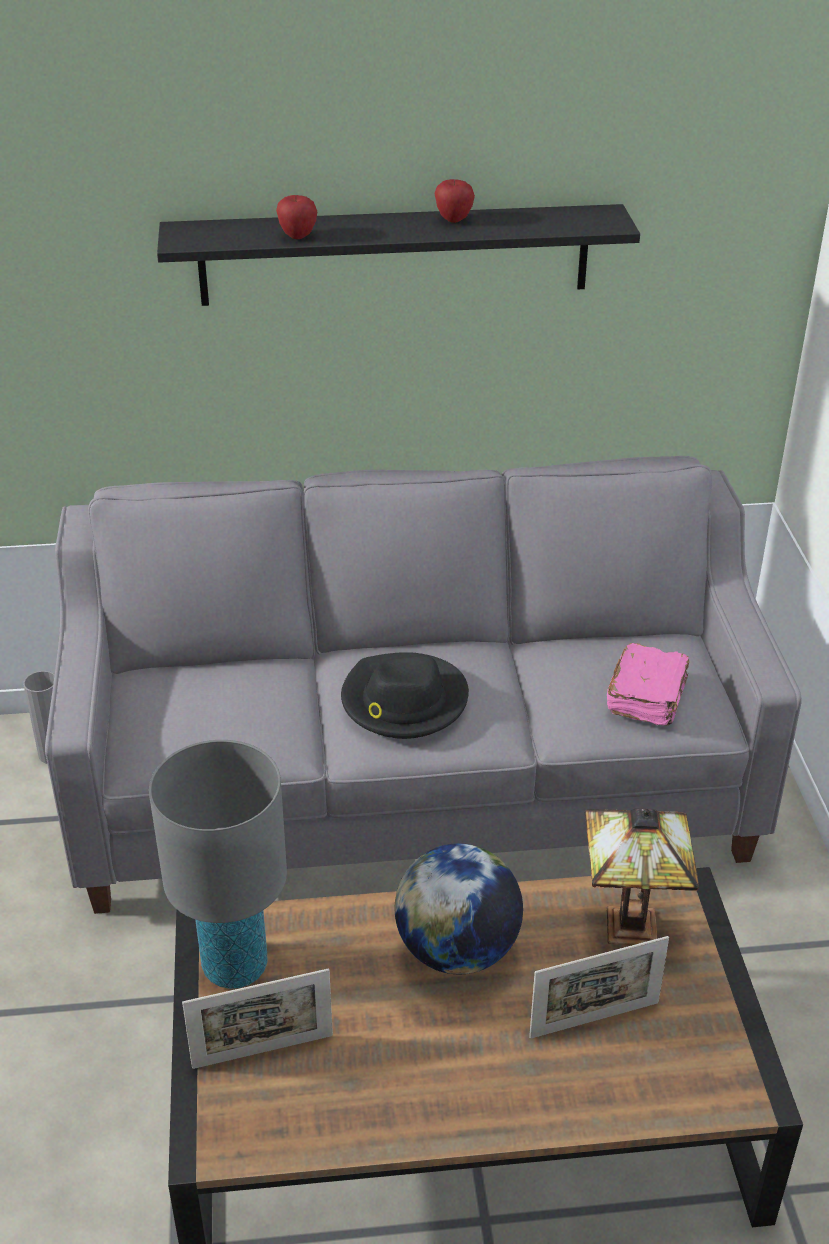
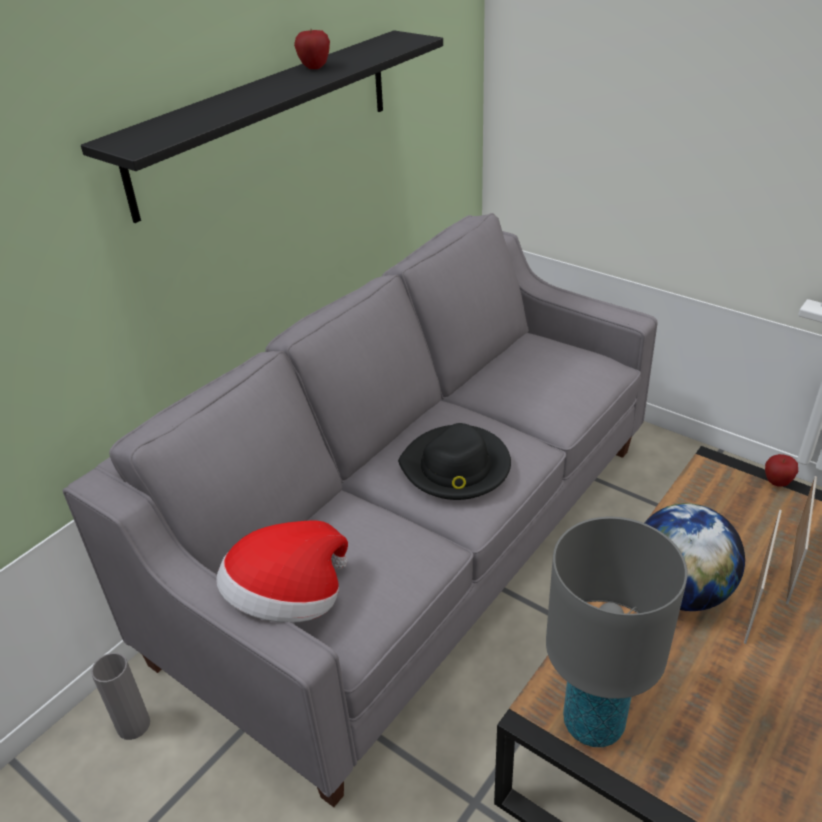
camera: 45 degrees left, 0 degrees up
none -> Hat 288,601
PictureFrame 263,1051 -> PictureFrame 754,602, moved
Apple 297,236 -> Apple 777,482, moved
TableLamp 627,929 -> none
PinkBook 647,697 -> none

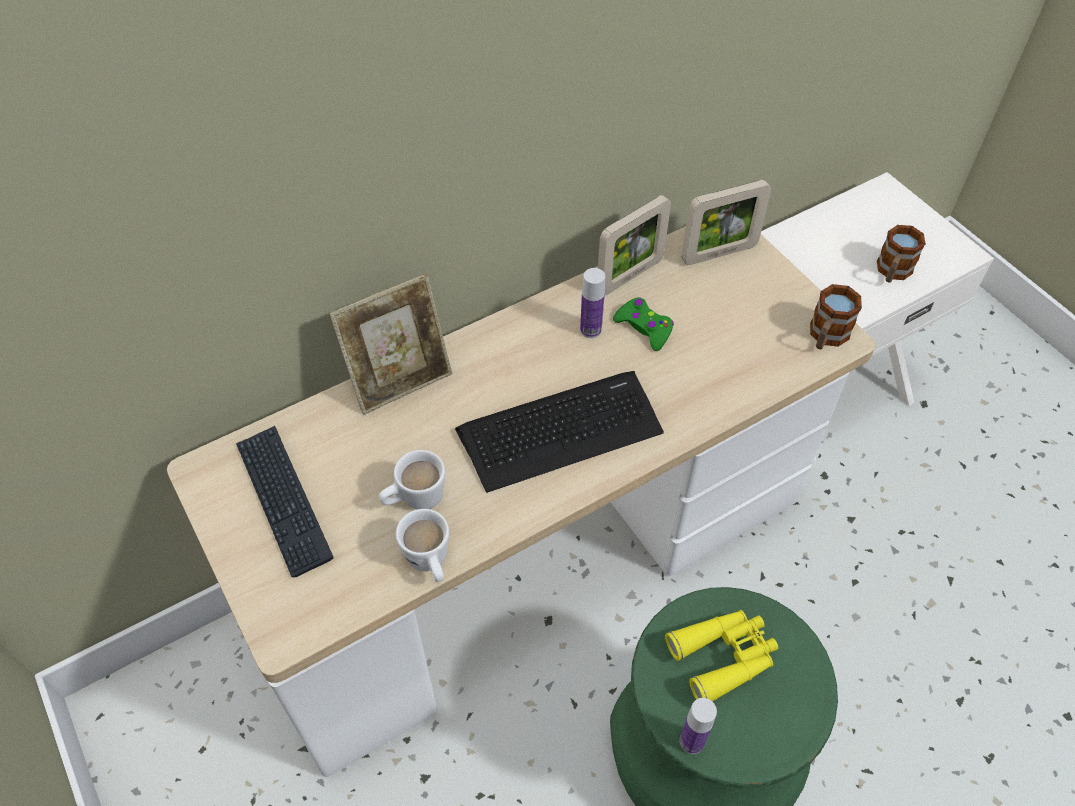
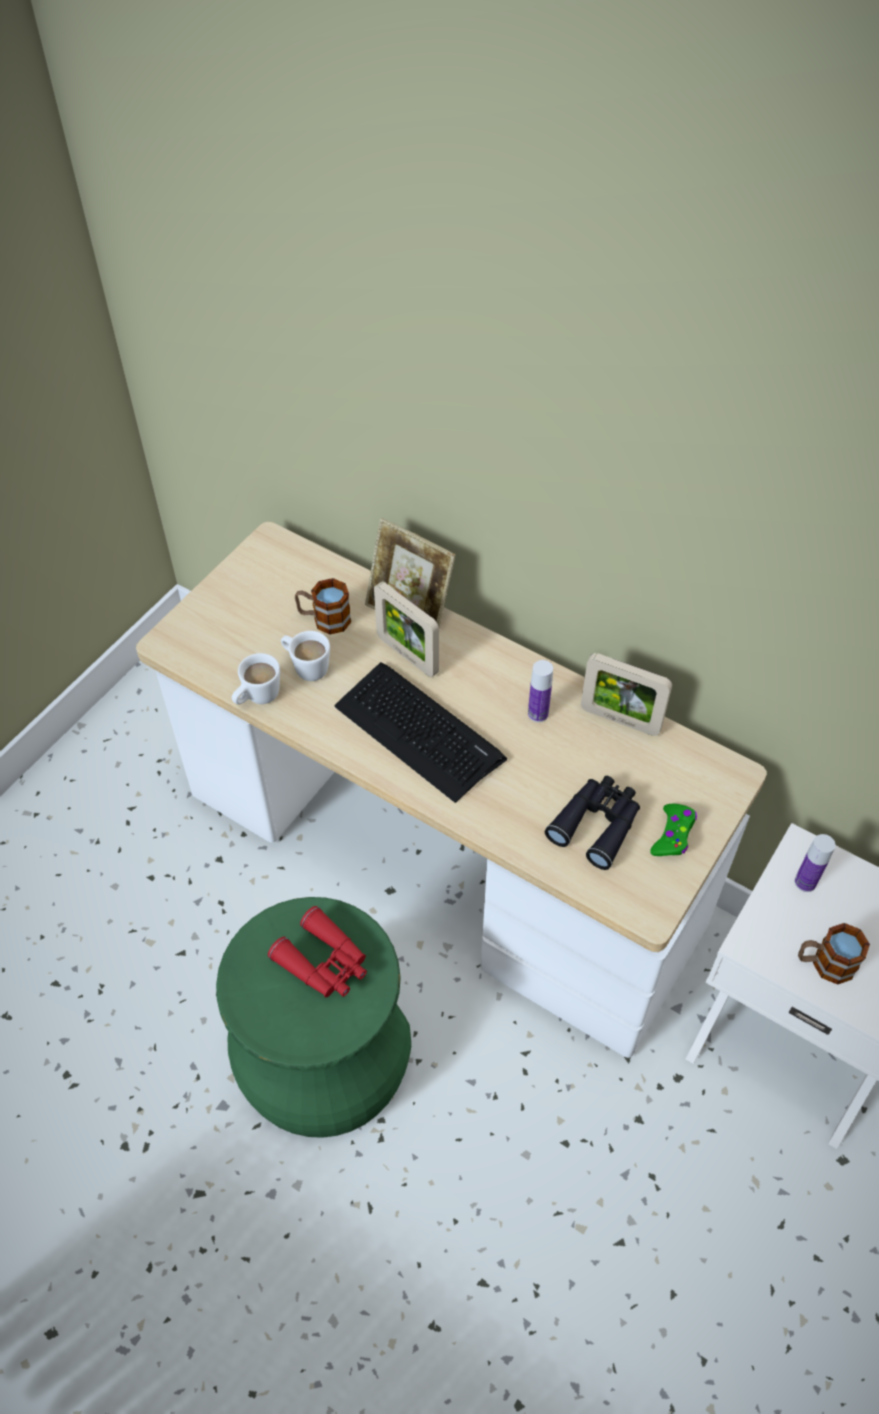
camera: 65 degrees right, 0 degrees up
YellowBinoculars 724,656 -> RedBinoculars 324,963
Mug 826,337 -> Mug 324,619, moved
PictureFrame 719,253 -> PictureFrame 407,655, moved
none -> BlackBinoculars 597,824
GreenGameController 644,328 -> GreenGameController 673,835, moved
Bottle 692,741 -> Bottle 805,882, moved
Keyboard 284,500 -> none

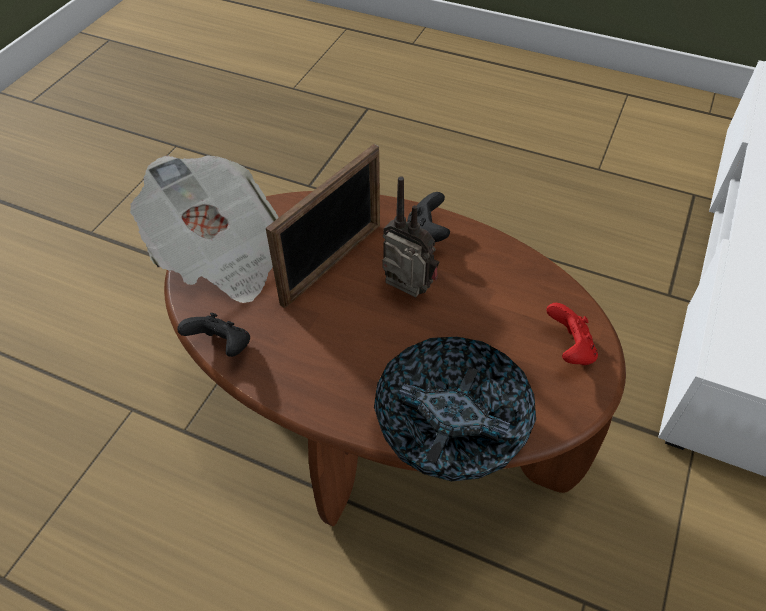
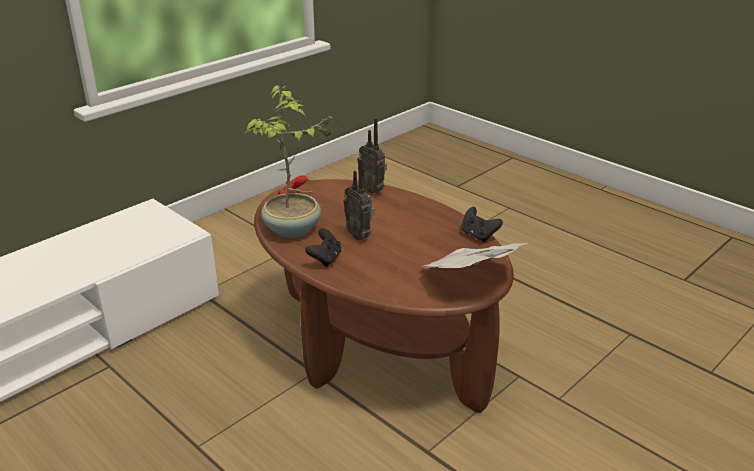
camera: 160 degrees left, 20 degrees down
none -> PottedPlant 293,230
Bowl 450,429 -> Radio 373,190
PictureFrame 333,263 -> none

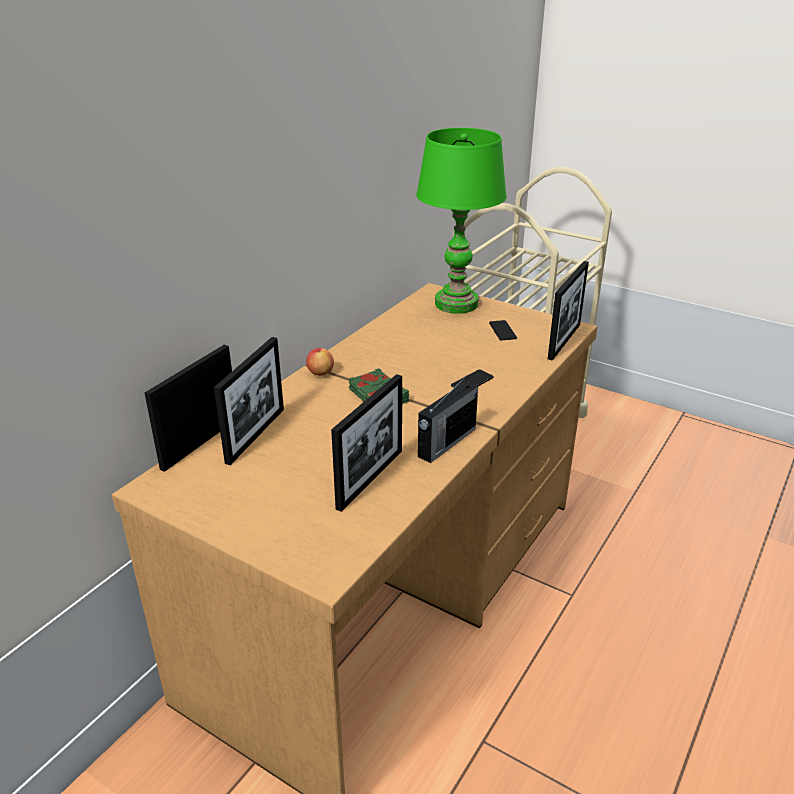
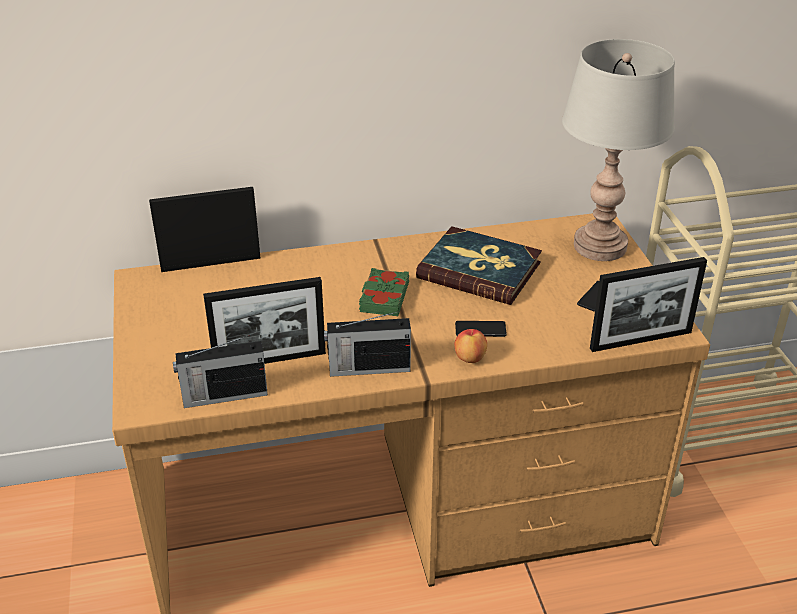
camera: 45 degrees right, 5 degrees up
none -> Radio 223,396
none -> Book 479,270
Apple 320,373 -> Apple 470,358, moved
GreenTableLamp 456,304 -> GreyTableLamp 600,246
PictureFrame 255,435 -> none

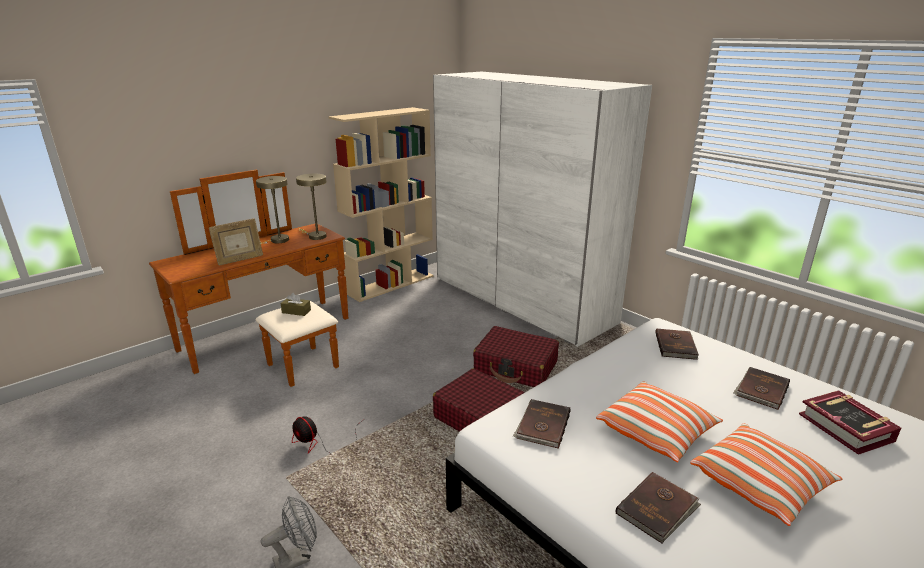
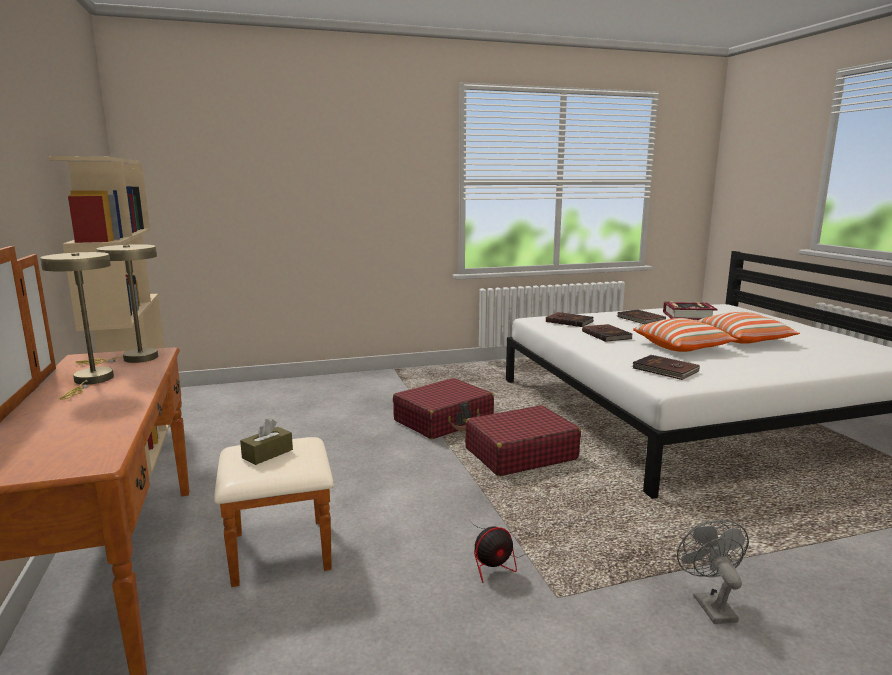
camera: 65 degrees left, 10 degrees down
BrownBook 658,509 -> BrownBook 607,335, moved
PictureFrame 240,260 -> none
WhiteWardrobe 521,300 -> none

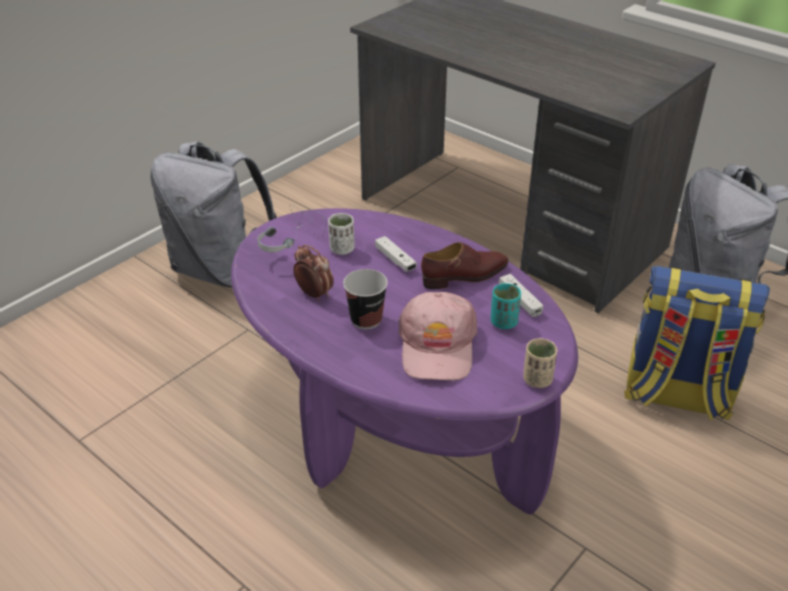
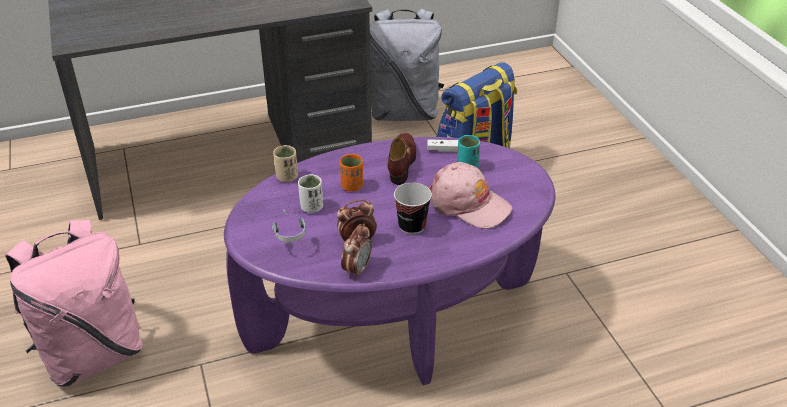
camera: 60 degrees left, 0 degrees up
GreyBackpack 220,269 -> PinkBackpack 92,354
BeigeCup 537,379 -> BeigeCup 287,177, moved
WhiteGameController 395,260 -> OrangeCup 352,186
none -> AlarmClock 357,269

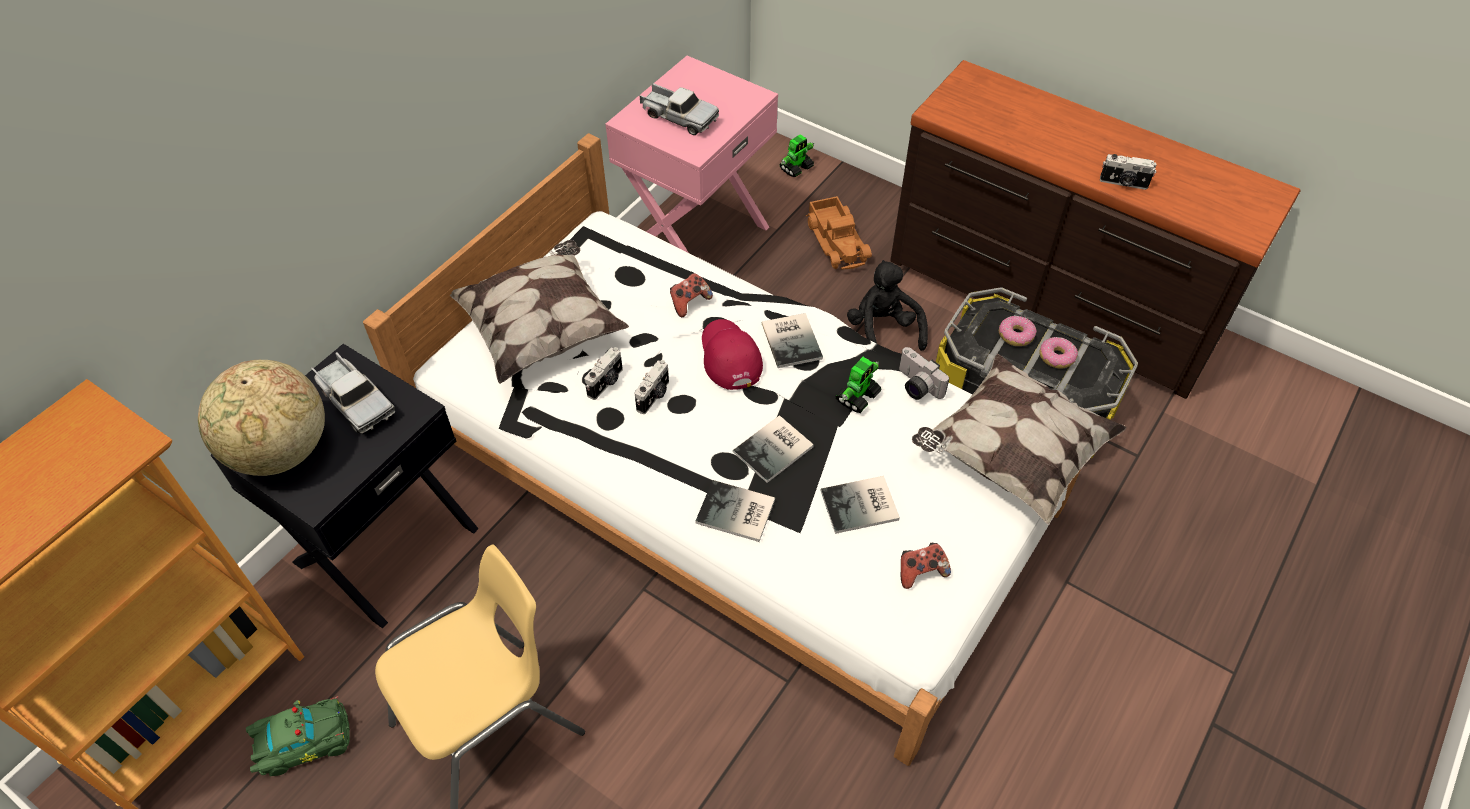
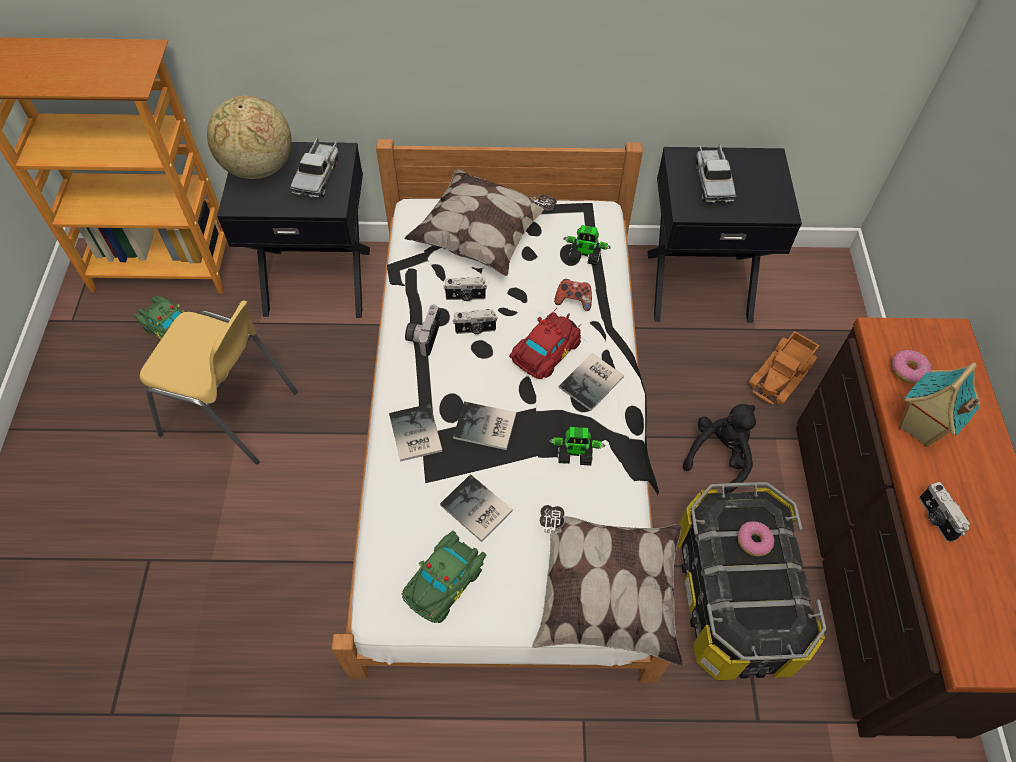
camera: 55 degrees right, 5 degrees up
GameController 921,571 -> GreenToyCar 446,581
PhotoCamera 916,386 -> PhotoCamera 423,335, moved
RedCap 729,357 -> RedToyCar 544,352
ToyRobot 796,168 -> ToyRobot 585,255, moved
PinkNightstand 695,237 -> BlackNightstand 698,284
Donut 1056,357 -> Donut 908,370, moved
none -> ToyHouse 919,428

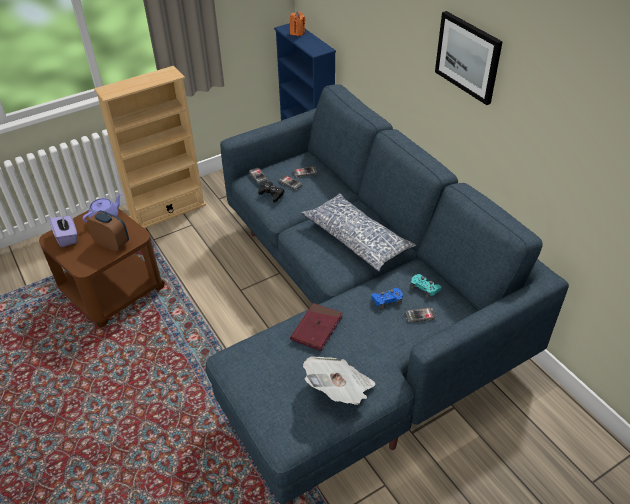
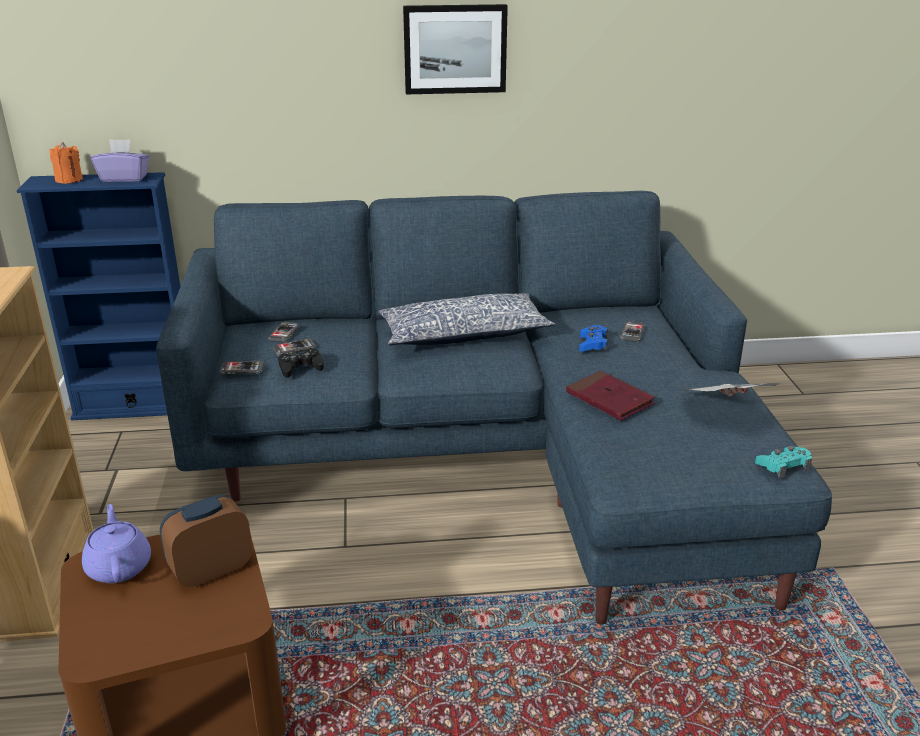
camera: 65 degrees left, 15 degrees down
PurpleTissueBox 67,237 -> PurpleTissueBox 124,178, moved
TurquoiseGameController 424,288 -> TurquoiseGameController 783,466, moved

